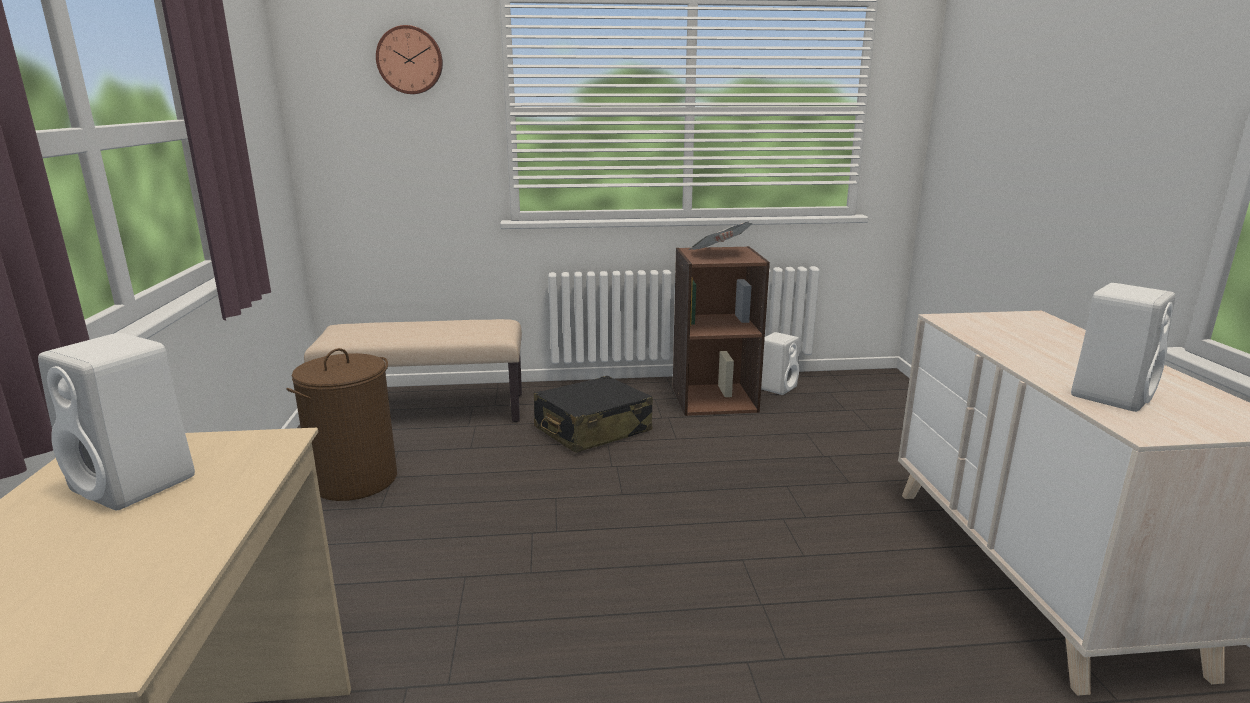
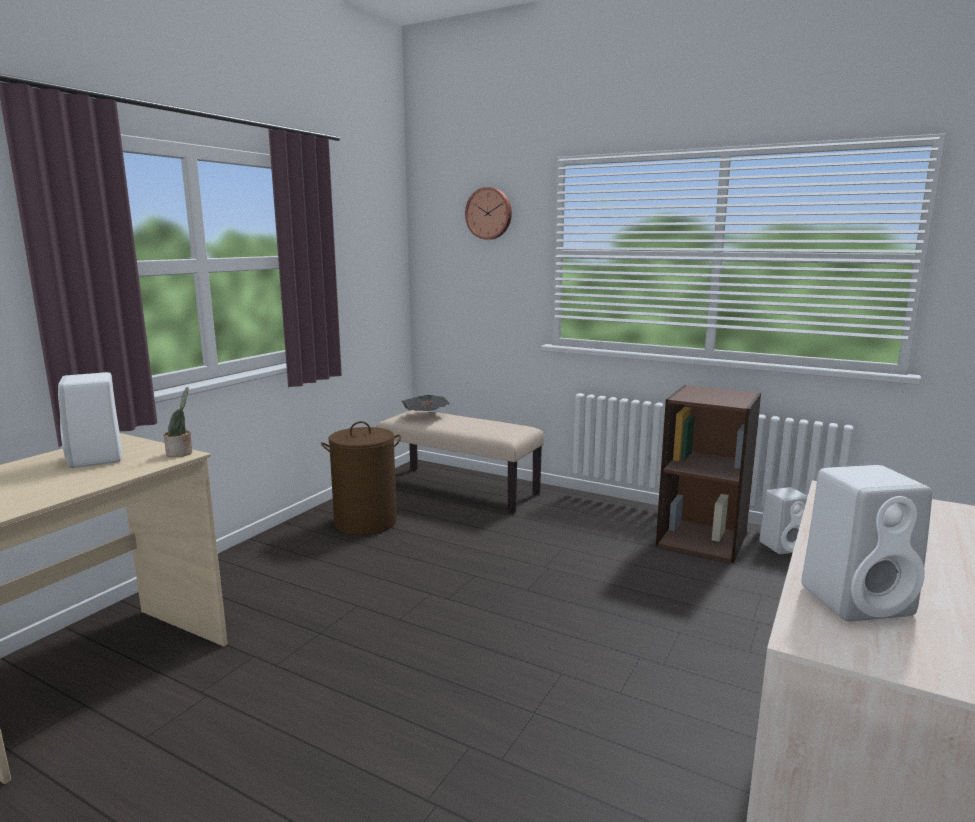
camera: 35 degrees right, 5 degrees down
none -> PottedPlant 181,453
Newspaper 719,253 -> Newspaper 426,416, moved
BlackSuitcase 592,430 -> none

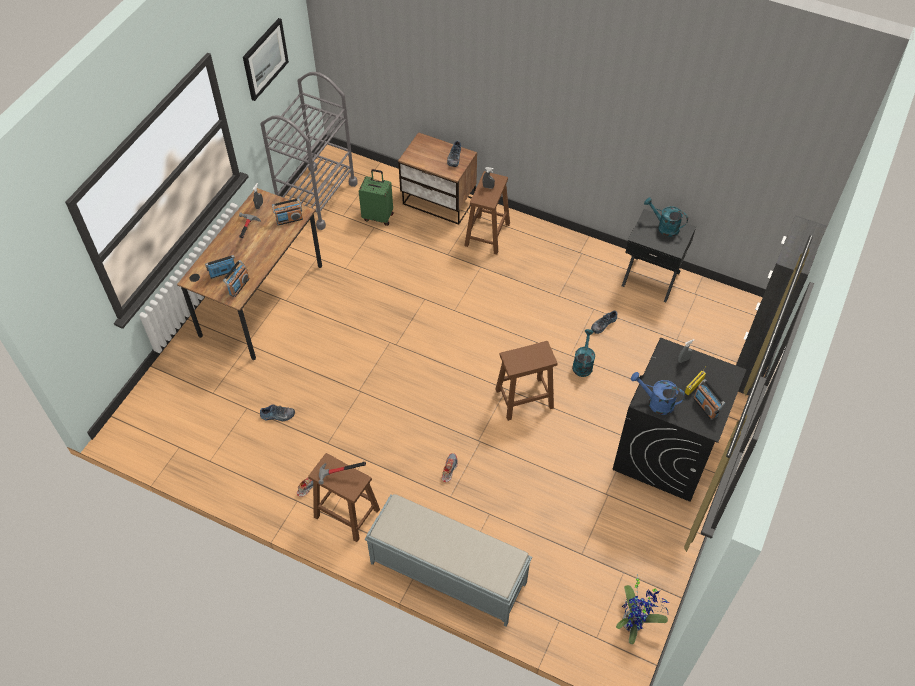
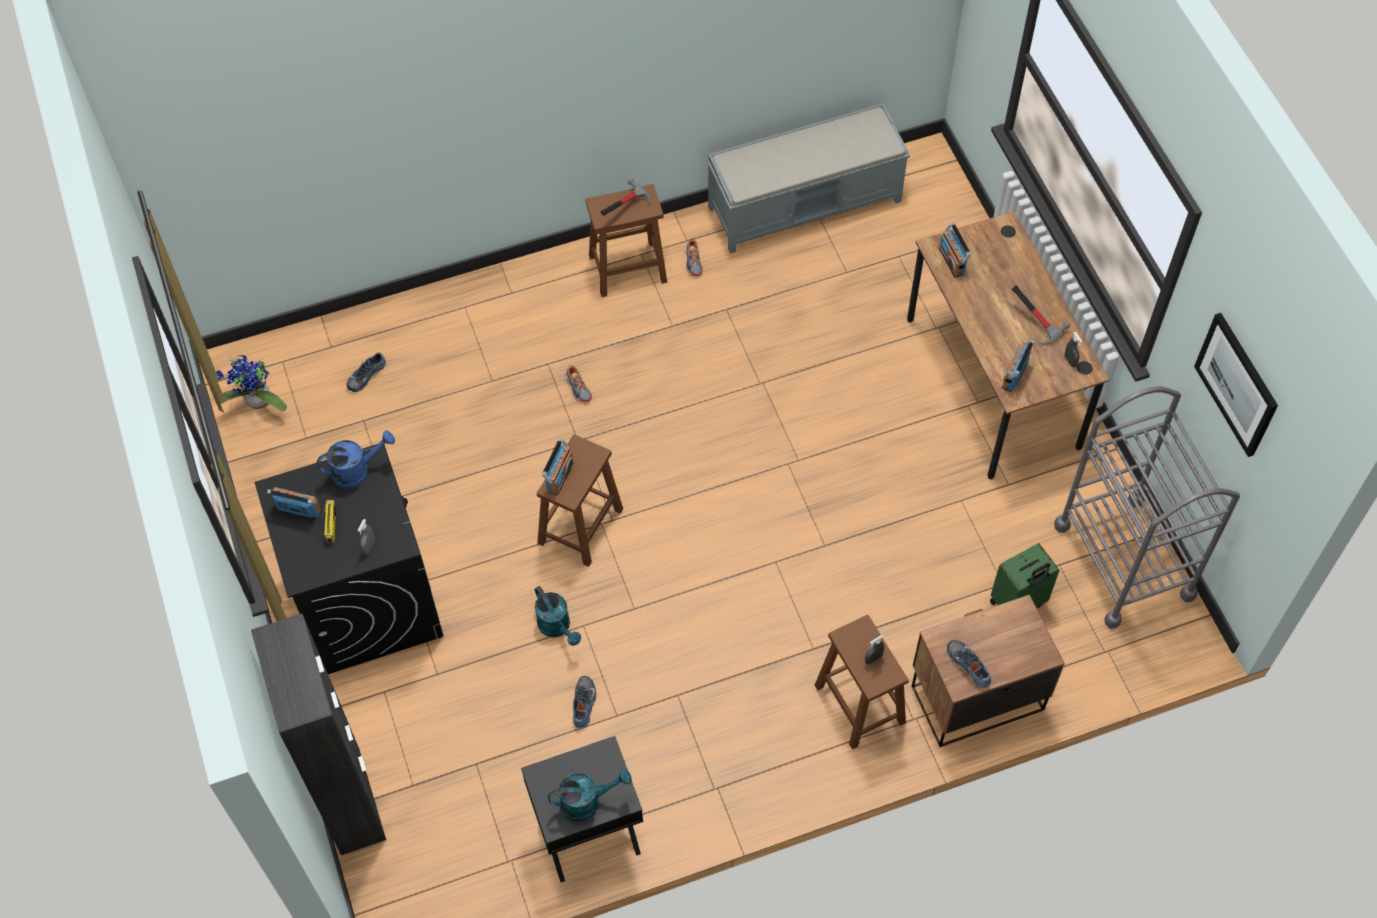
camera: 135 degrees right, 5 degrees up
Shoe 277,416 -> Shoe 365,375, moved
Radio 223,272 -> Radio 560,477, moved
GreyBench 447,572 -> GreyBench 806,203, moved

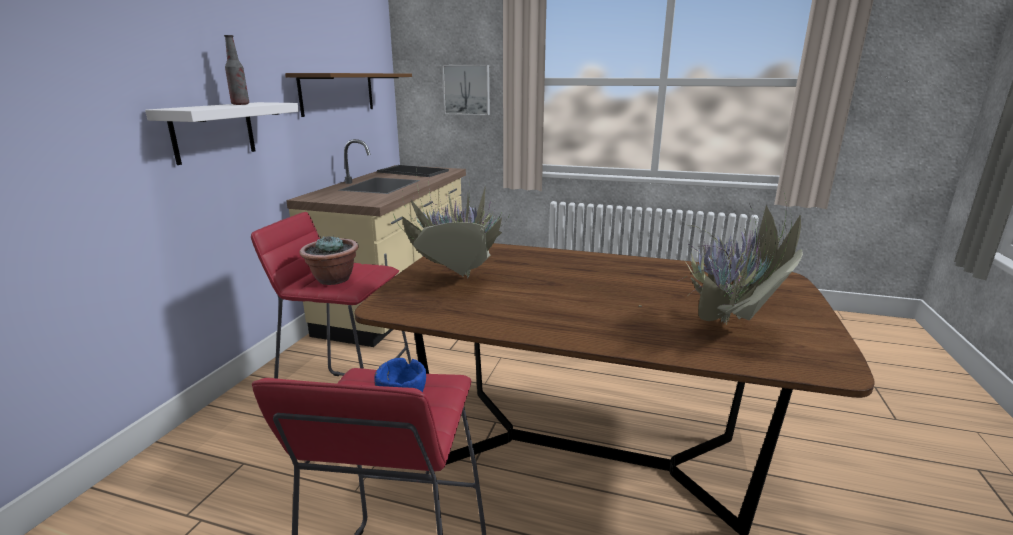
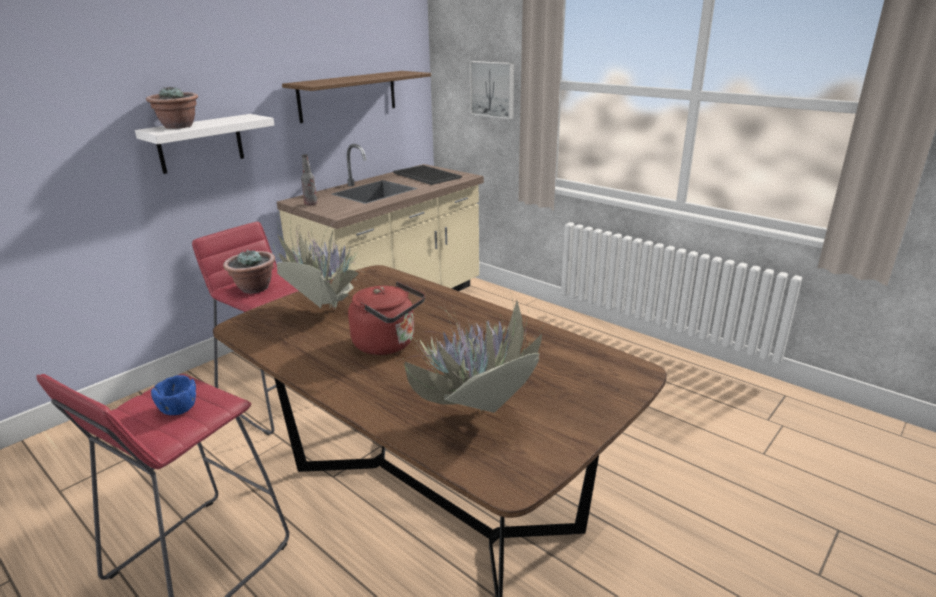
camera: 25 degrees right, 5 degrees up
none -> PottedPlant 178,126
Bottle 240,104 -> Bottle 311,204, moved
none -> RedKettle 388,344

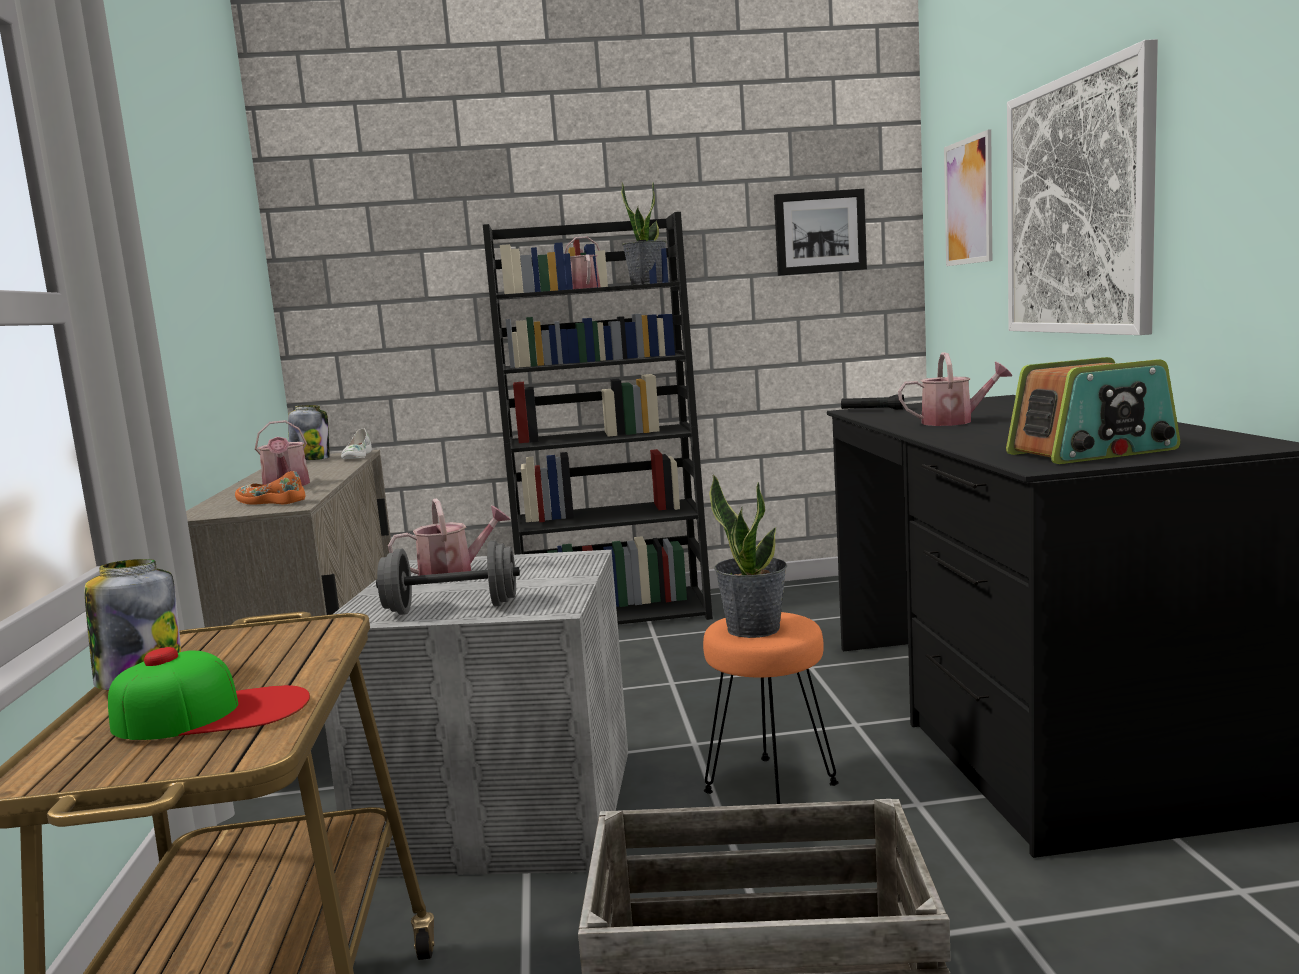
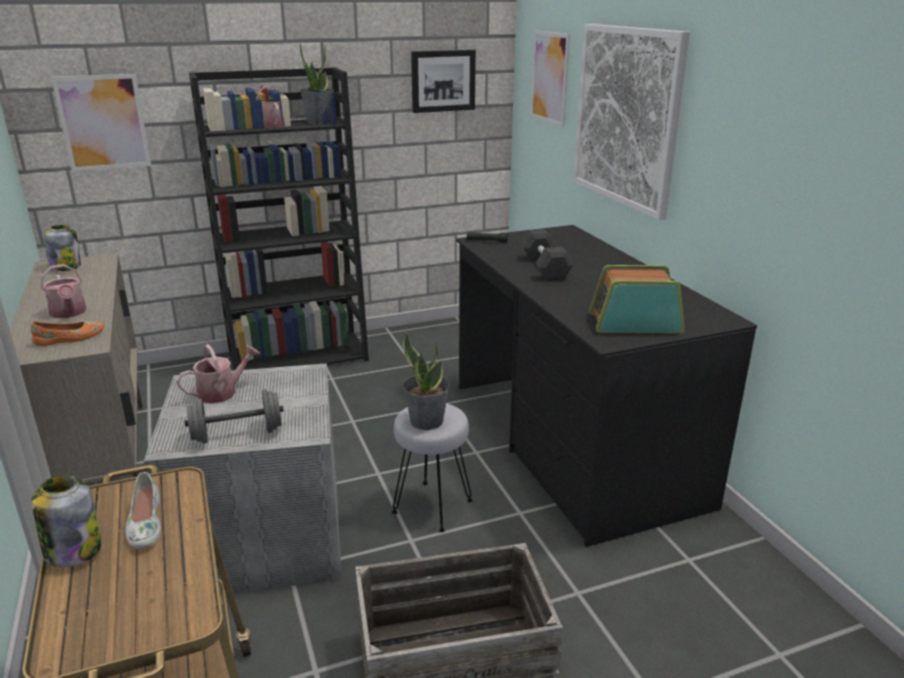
camera: 15 degrees left, 15 degrees up
OrangeShoe 271,502 -> OrangeShoe 70,339, 135 degrees clockwise
none -> Picture 103,122
WhiteShoe 356,456 -> WhiteShoe 144,523, moved
OrangeStool 770,787 -> GreyStool 432,506
WateringCan 954,422 -> BlackDumbbell 544,267
Radio 1092,452 -> Radio 634,323, 150 degrees counterclockwise
Cap 212,712 -> none

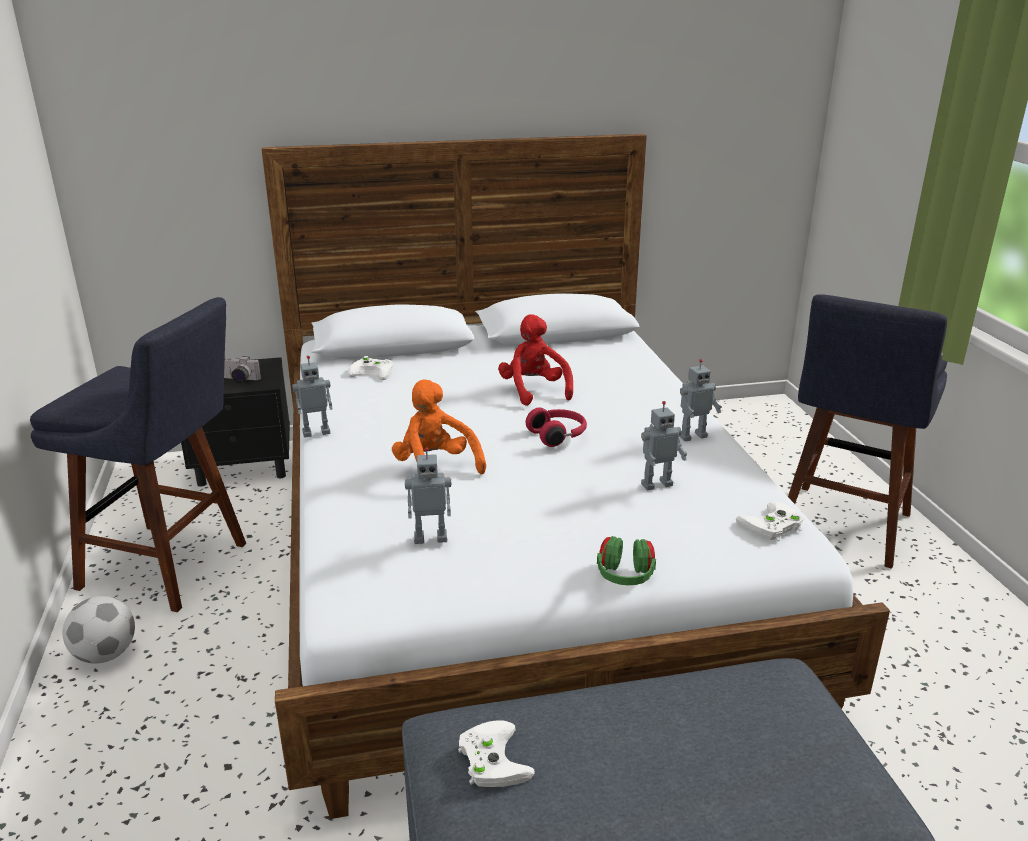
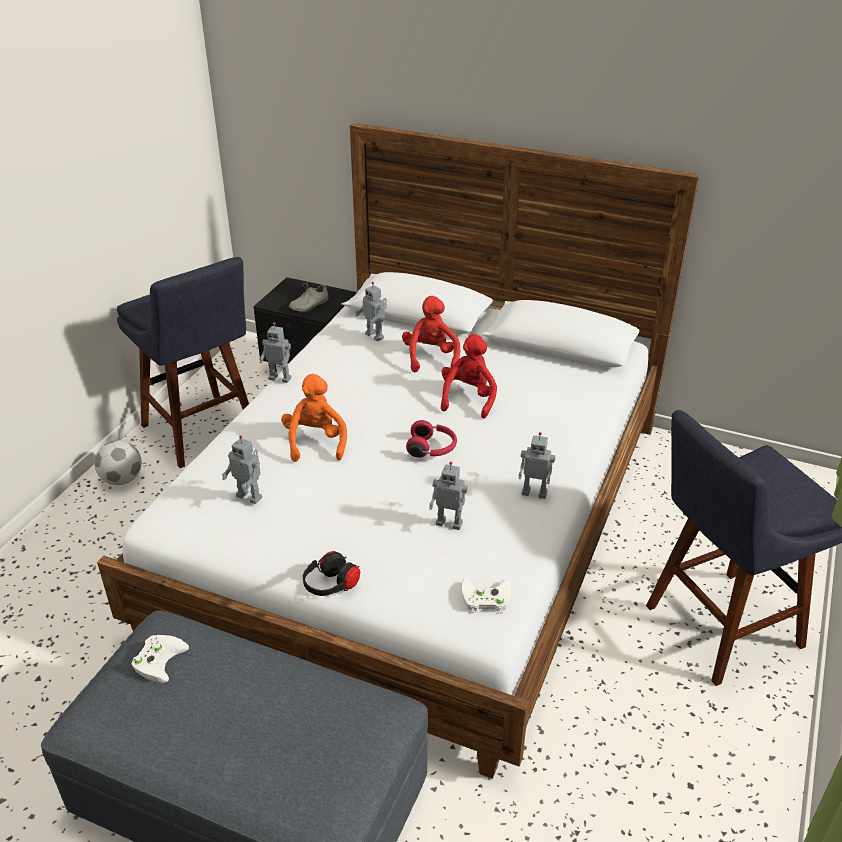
camera: 35 degrees right, 10 degrees up
PhotoCamera 239,380 -> GreyShoe 308,304
GreenHeadphones 625,578 -> BlackHeadphones 331,586
WhiteGameController 374,371 -> ToyRobot 375,336
none -> RedPlushToy 431,357

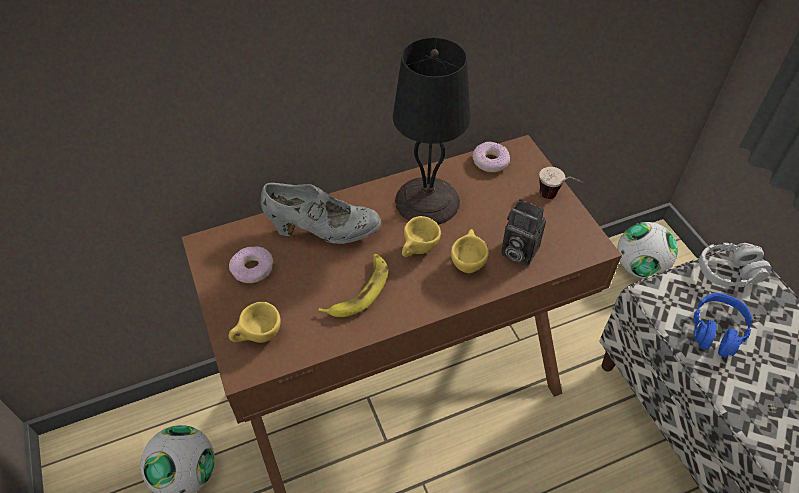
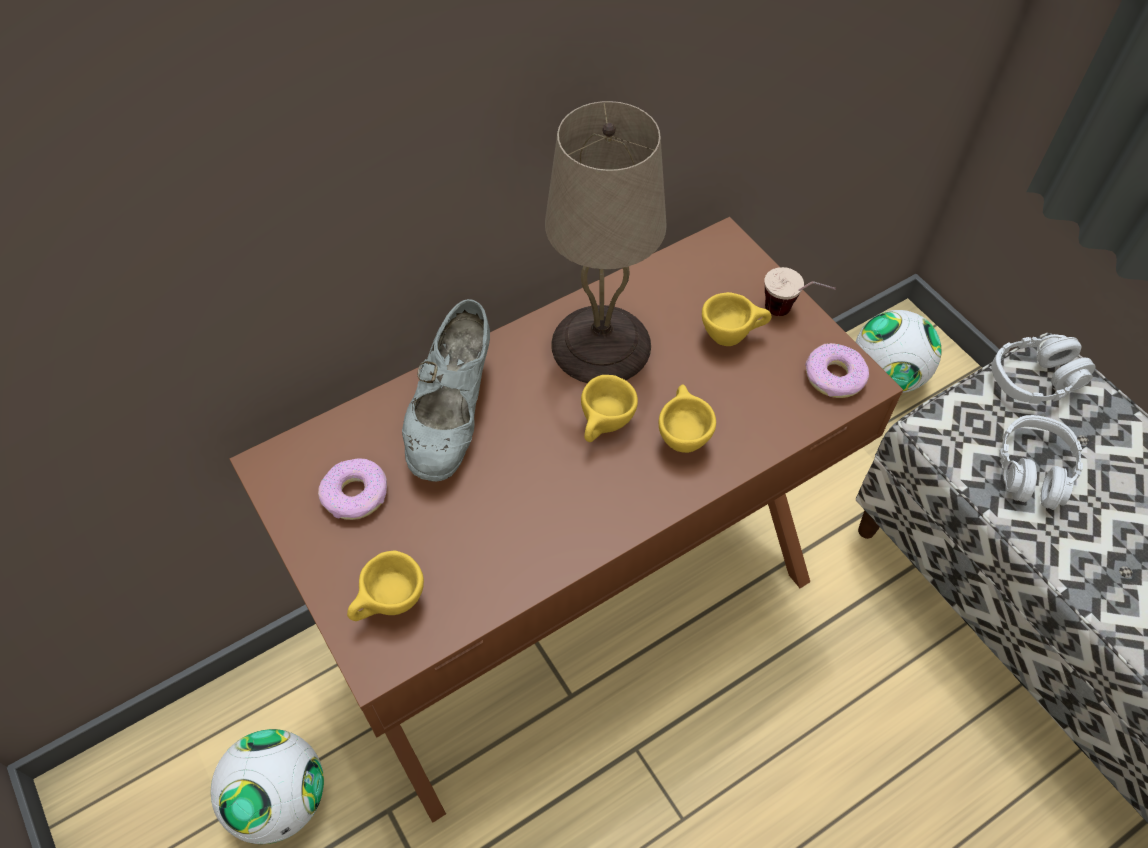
camera: 10 degrees left, 5 degrees up
GreyShoe 323,231 -> GreyShoe 452,416, 105 degrees clockwise
BlackTableLamp 427,200 -> BeigeTableLamp 600,343
none -> YellowCup 732,336
Donut 490,162 -> Donut 834,377, moved
BlueHeadphones 716,331 -> GreyHeadphones 1033,471
Banana 359,290 -> none
PhotoCamera 517,251 -> none

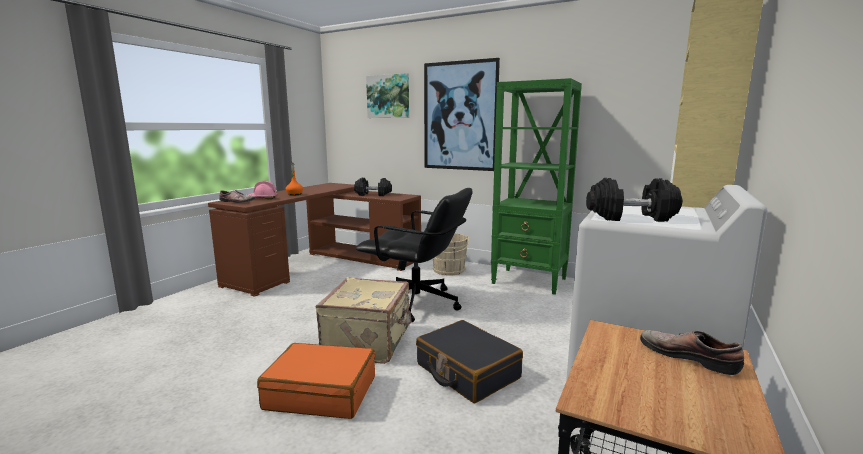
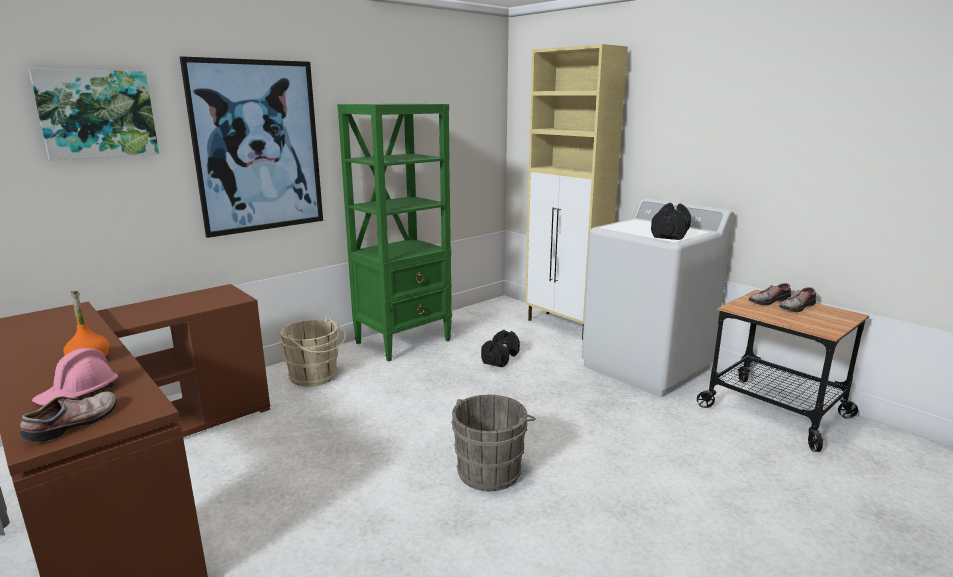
camera: 70 degrees left, 5 degrees up
BeigeSuitcase 369,342 -> GreyBucket 491,470
BlackDumbbell 373,194 -> BlackDumbbell 500,358, moved
none -> Shoe 795,307
OrangeSuitcase 321,392 -> none
BlackOfficeChair 417,304 -> none
BlackSuitcase 467,371 -> none

